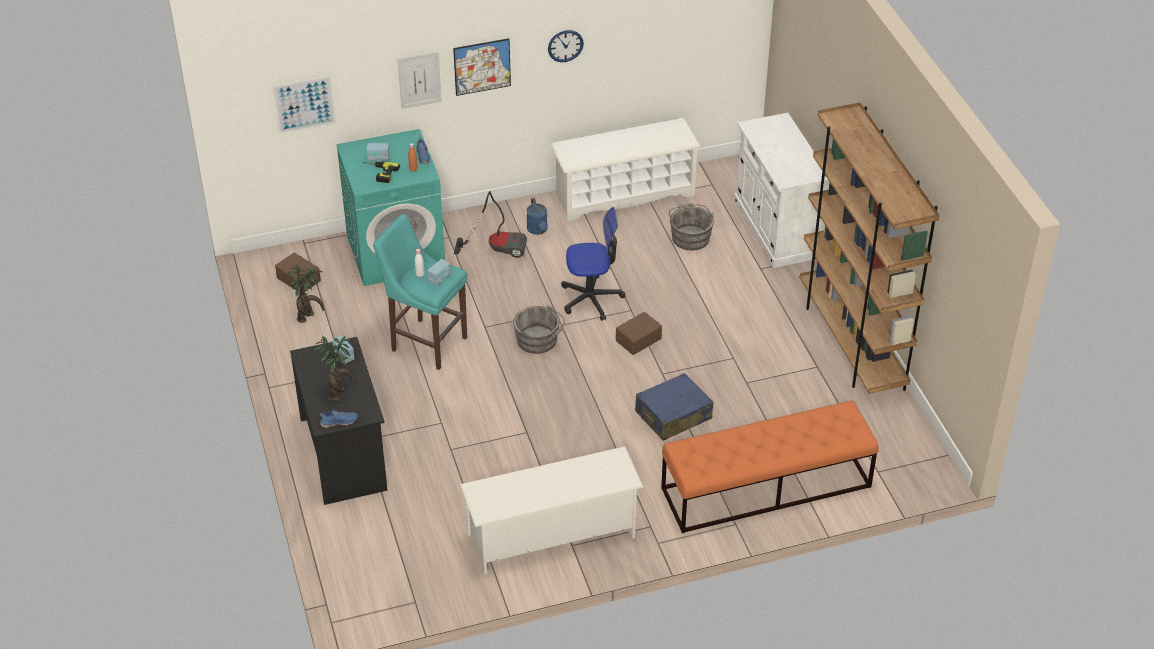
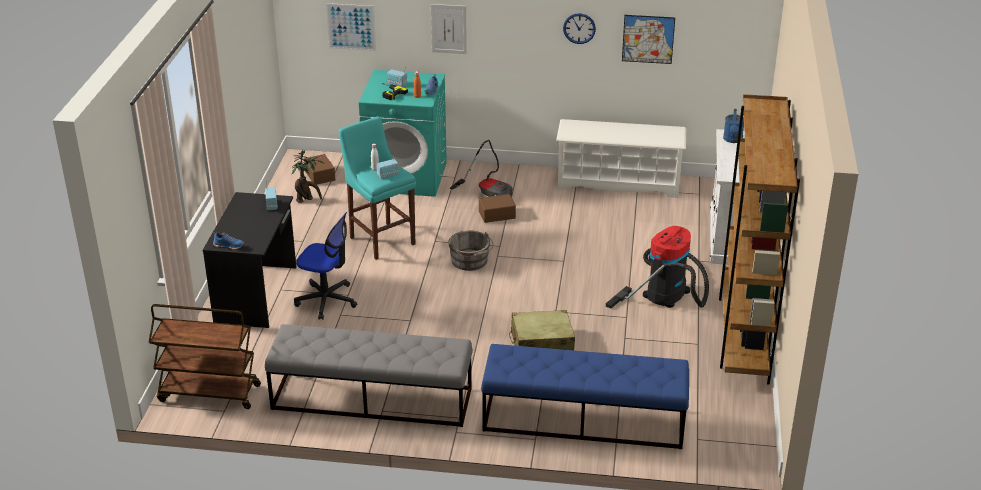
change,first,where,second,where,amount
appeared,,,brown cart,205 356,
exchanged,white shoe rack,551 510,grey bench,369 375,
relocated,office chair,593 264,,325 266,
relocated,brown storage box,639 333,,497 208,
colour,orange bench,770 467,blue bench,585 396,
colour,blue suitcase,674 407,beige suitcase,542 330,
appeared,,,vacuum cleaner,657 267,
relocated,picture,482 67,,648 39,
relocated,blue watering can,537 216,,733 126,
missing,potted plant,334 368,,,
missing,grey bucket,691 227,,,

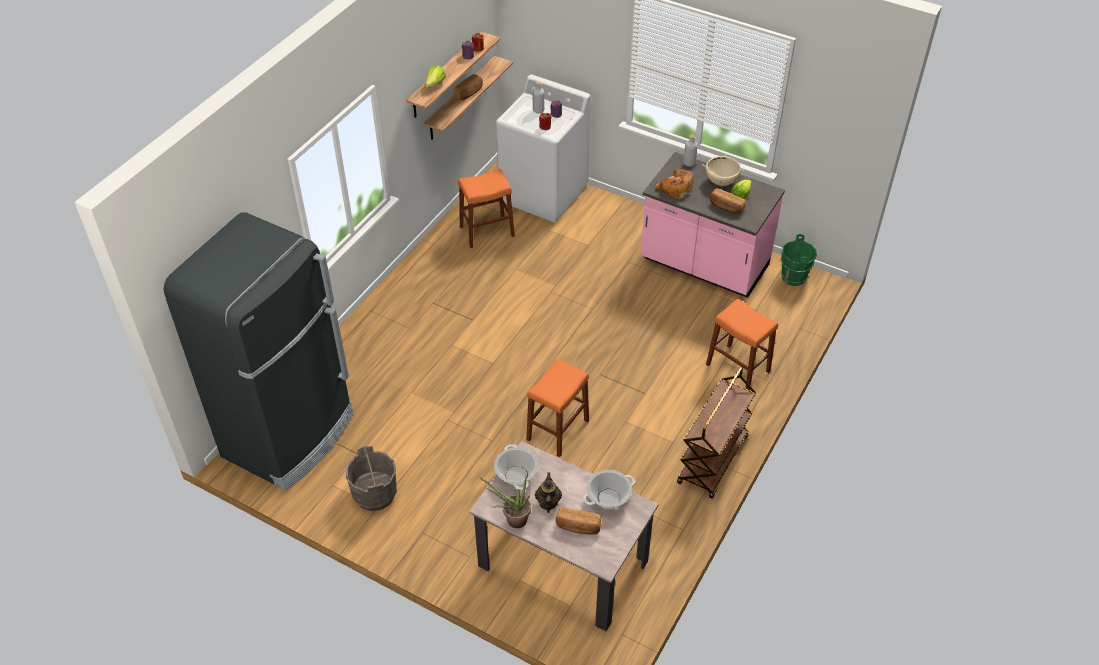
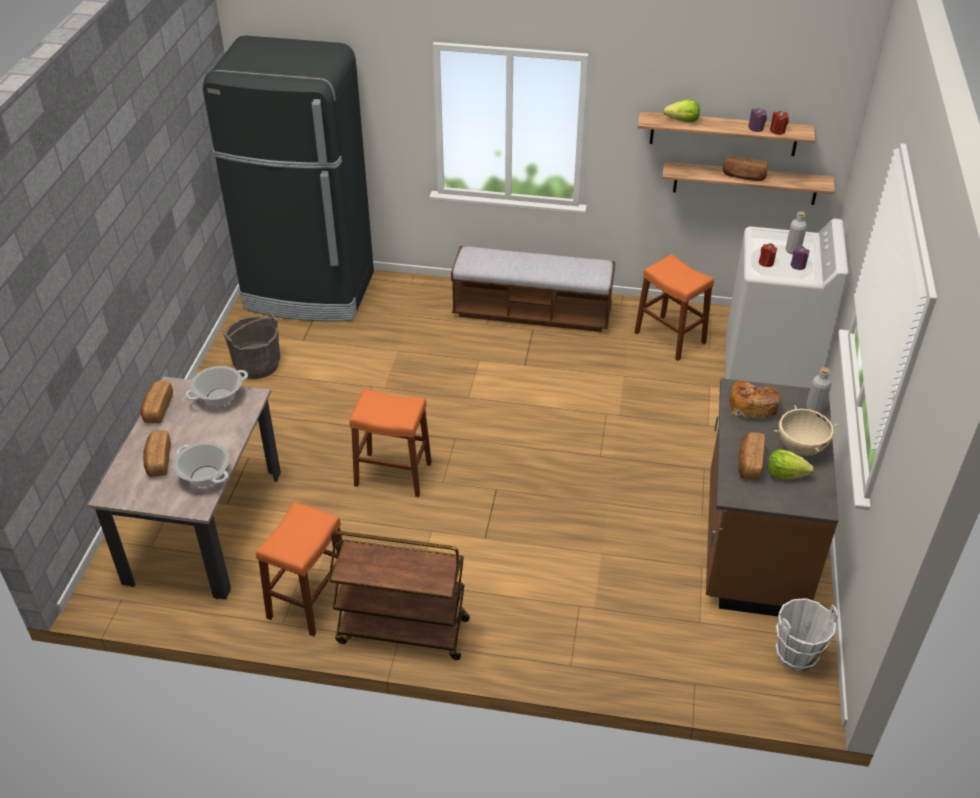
change,first,where,second,where,amount
exchanged,potted plant,505 502,bread,157 402,
relocated,orange stool,742 344,,299 569,
appeared,,,bench,533 289,
colour,pink counter,712 225,brown counter,772 497,
colour,green bucket,799 260,white bucket,807 635,
missing,teapot,548 492,,,

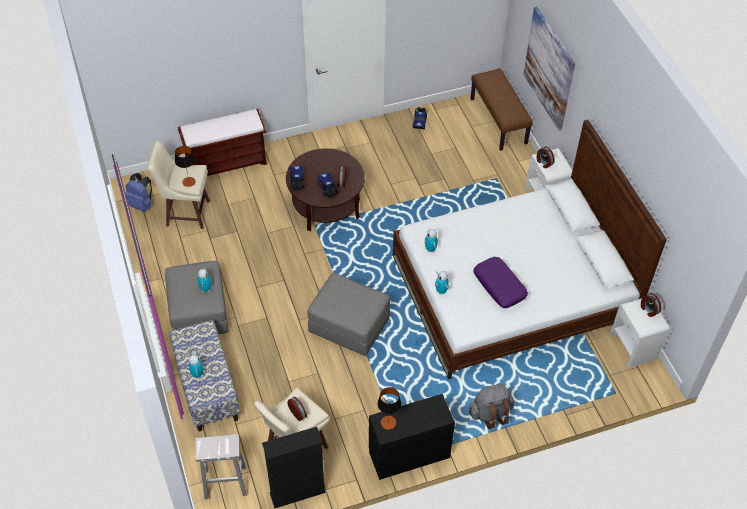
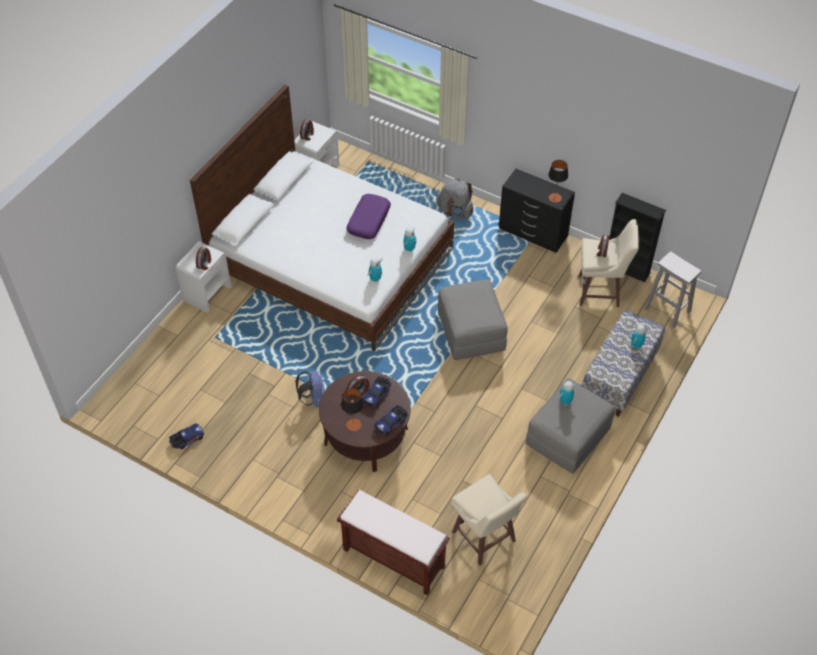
change,first,where,second,where,amount
relocated,blue backpack,138 192,,310 389,
relocated,table lamp,185 166,,352 409,
missing,brown bench,502 110,,,
missing,picture,549 69,,,

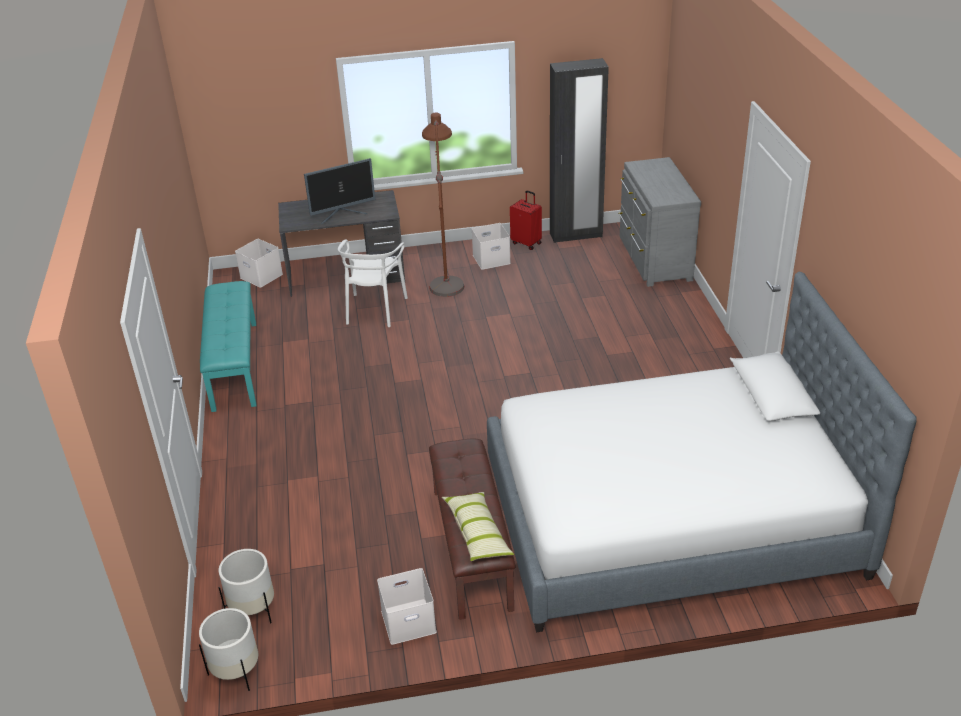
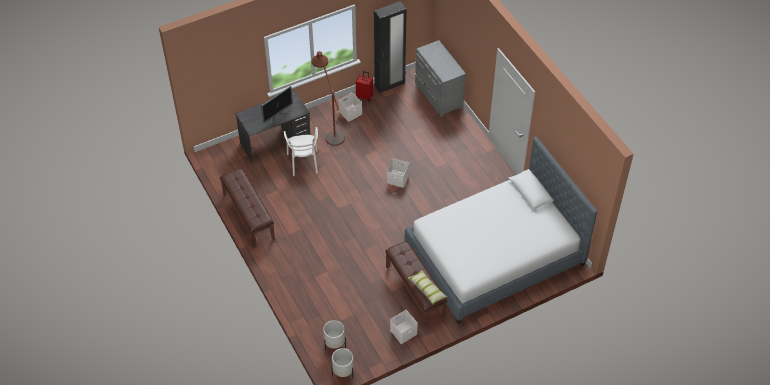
change,first,where,second,where,amount
colour,turquoise bench,228 346,brown bench,247 208,
relocated,white storage box,259 263,,398 172,

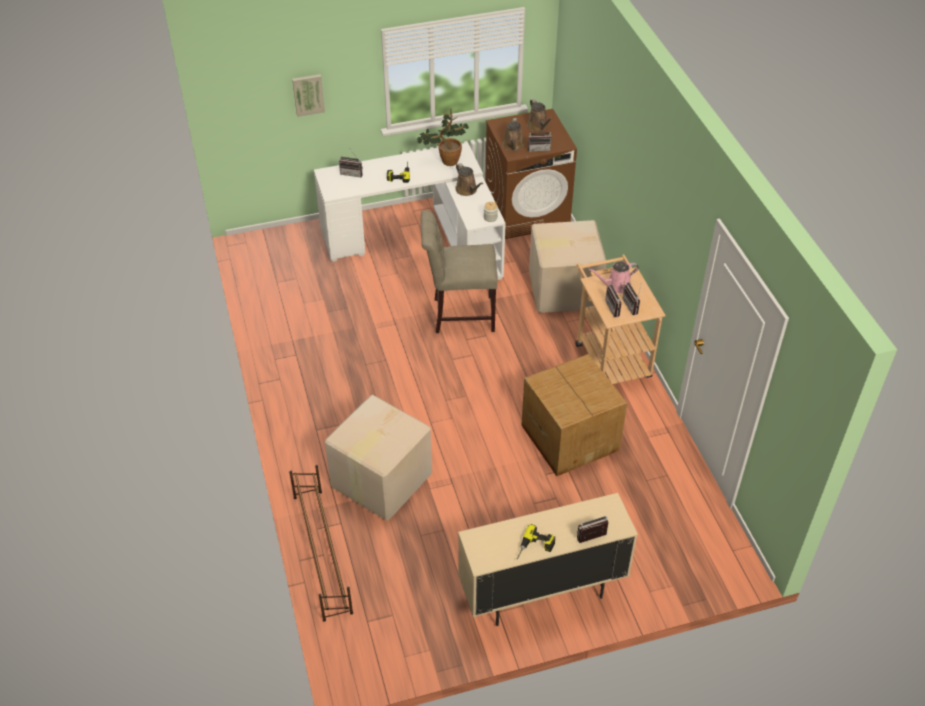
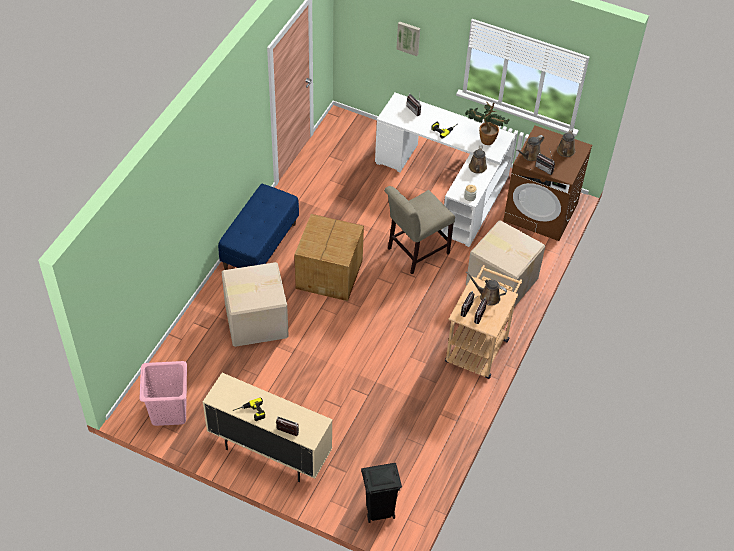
change,first,where,second,where,amount
appeared,,,pink laundry basket,163 393,
appeared,,,blue bench,258 227,
relocated,cardboard box,574 415,,329 257,
appeared,,,black trash can,381 493,
spun,beige chair,459 271,,419 230,75 degrees counterclockwise
colour,pink watering can,614 277,brown watering can,486 288,
missing,brown shoe rack,321 543,,,

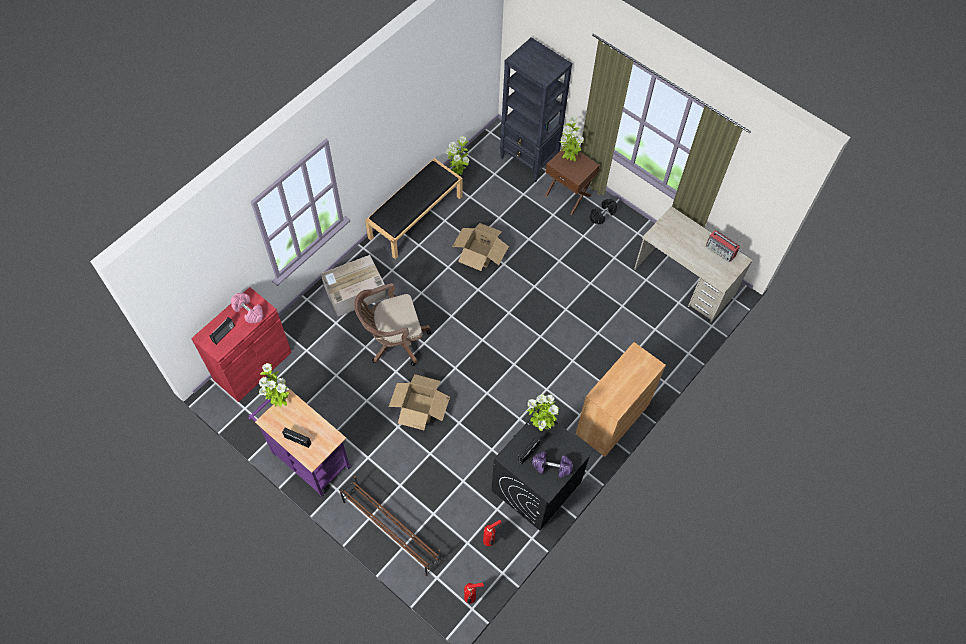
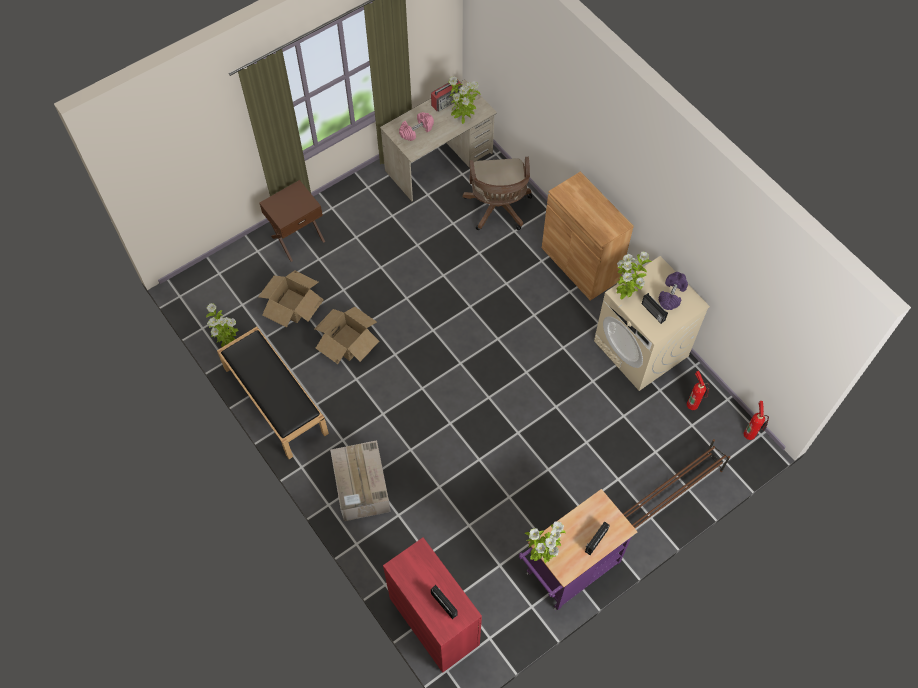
change,first,where,second,where,amount
relocated,cardboard box,419 402,,291 298,
relocated,pink dumbbell,247 308,,416 126,
relocated,potted plant,571 138,,464 100,
relocated,brown office chair,392 324,,497 193,
colour,black washing machine,542 470,beige washing machine,652 323,
missing,black bookcase,536 109,,,
missing,black dumbbell,603 211,,,

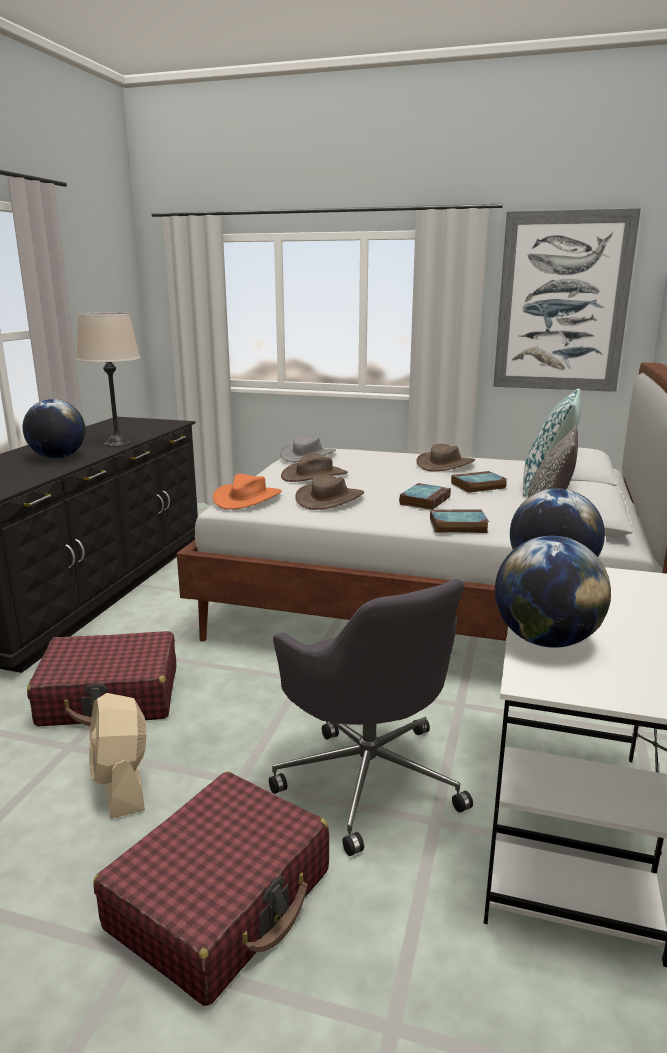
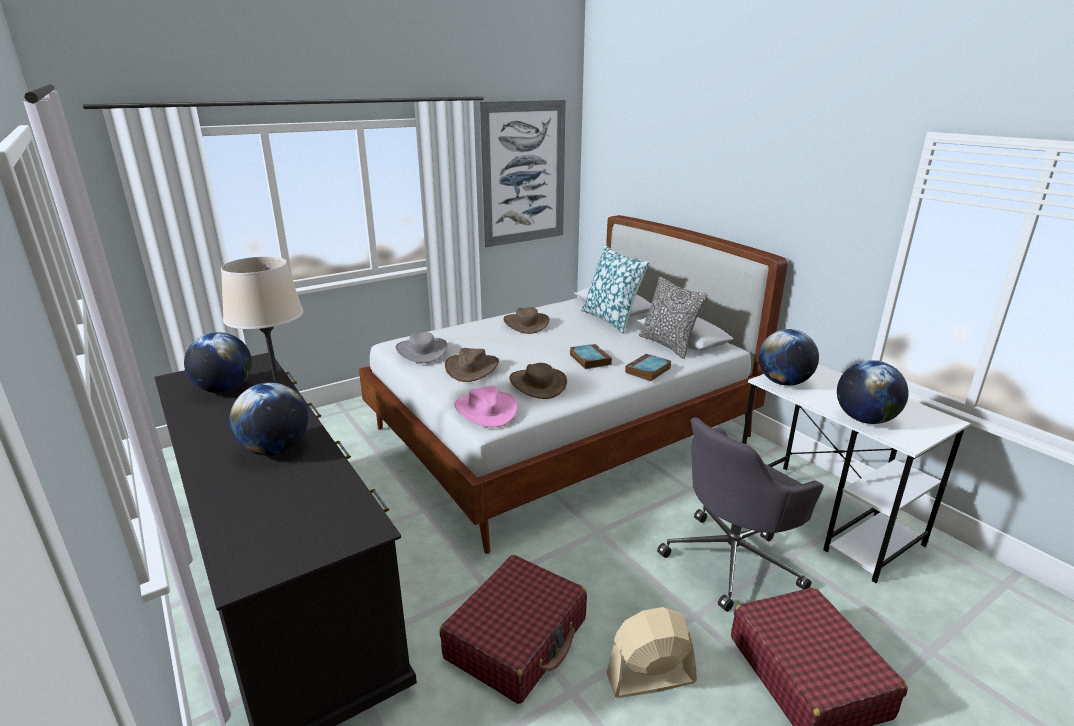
change,first,where,second,where,amount
appeared,,,globe,218 362,
colour,orange hat,247 492,pink hat,485 406,
spun,beige fan,117 756,,651 652,150 degrees clockwise
spun,grey office chair,371 717,,740 514,135 degrees clockwise
missing,book,479 482,,,

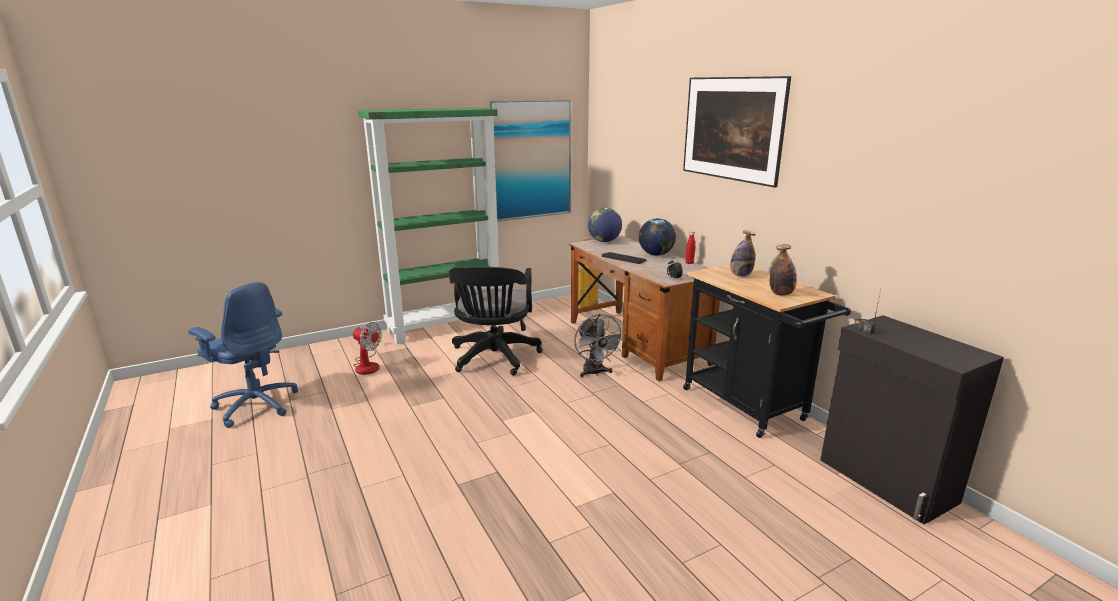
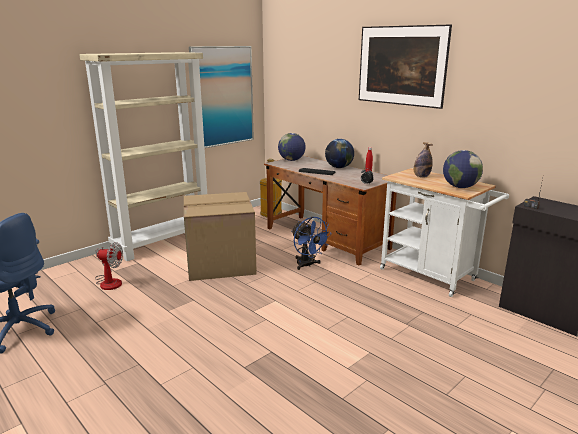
change,first,where,second,where,amount
colour,green bookcase,429 226,beige bookcase,143 156,
exchanged,black office chair,496 320,cardboard box,220 236,
colour,grey fan,599 345,blue fan,311 243,
colour,black cart,767 351,white cart,444 232,
exchanged,bottle,783 269,globe,463 169,

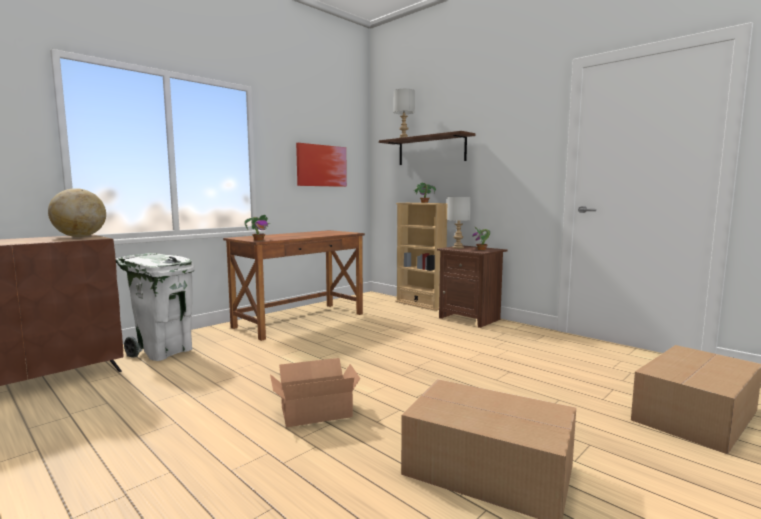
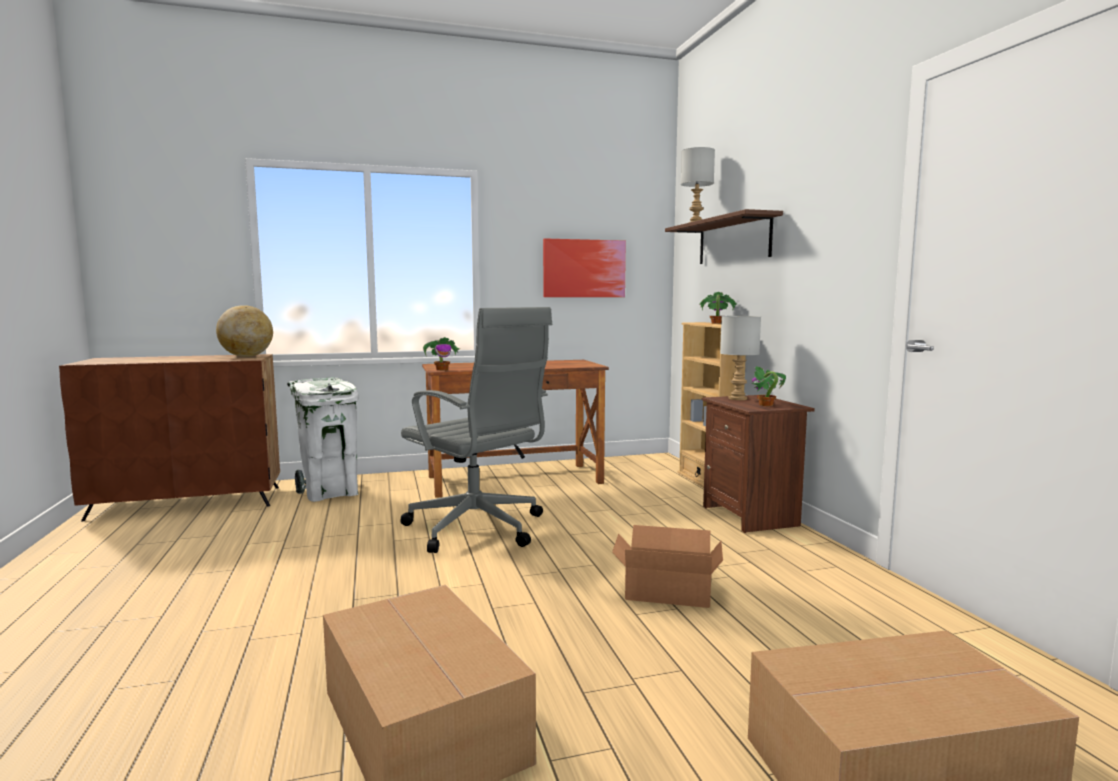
change,first,where,second,where,amount
appeared,,,grey office chair,476 430,
relocated,cardboard box,315 392,,667 566,

